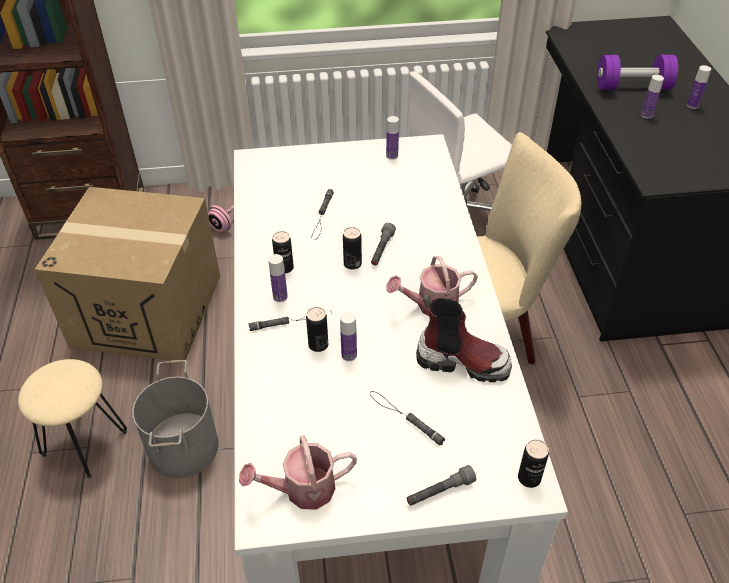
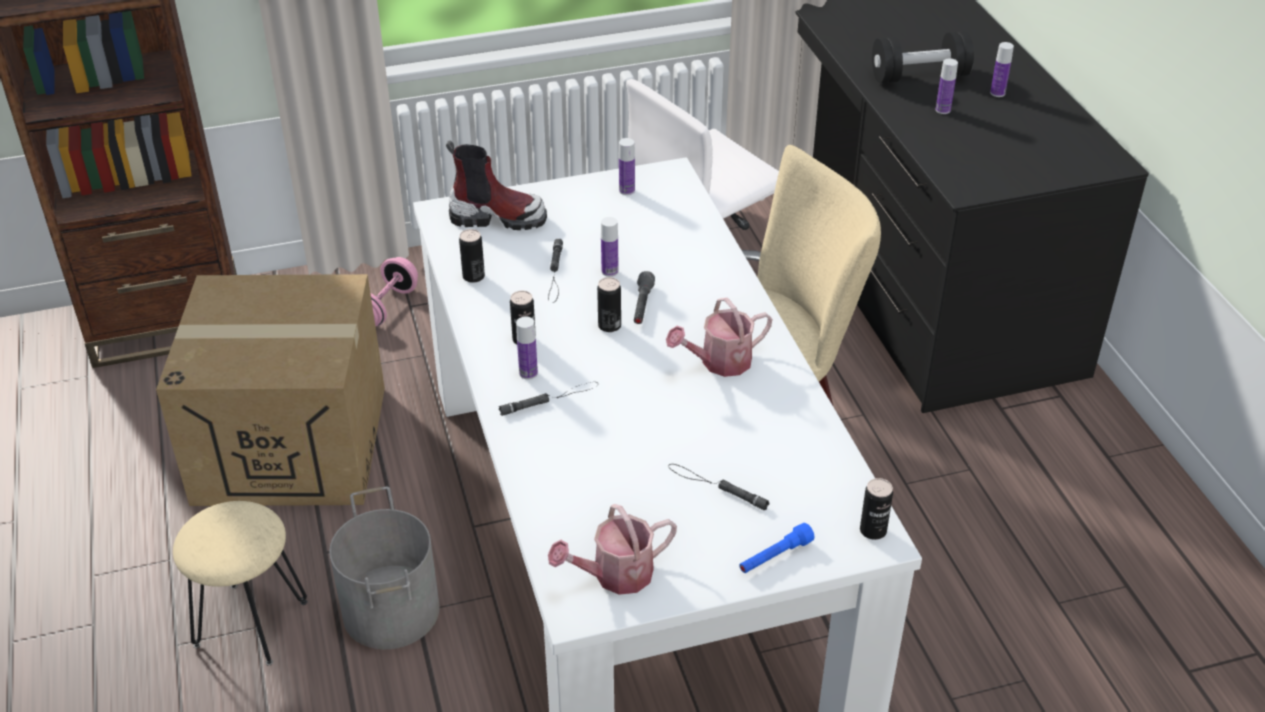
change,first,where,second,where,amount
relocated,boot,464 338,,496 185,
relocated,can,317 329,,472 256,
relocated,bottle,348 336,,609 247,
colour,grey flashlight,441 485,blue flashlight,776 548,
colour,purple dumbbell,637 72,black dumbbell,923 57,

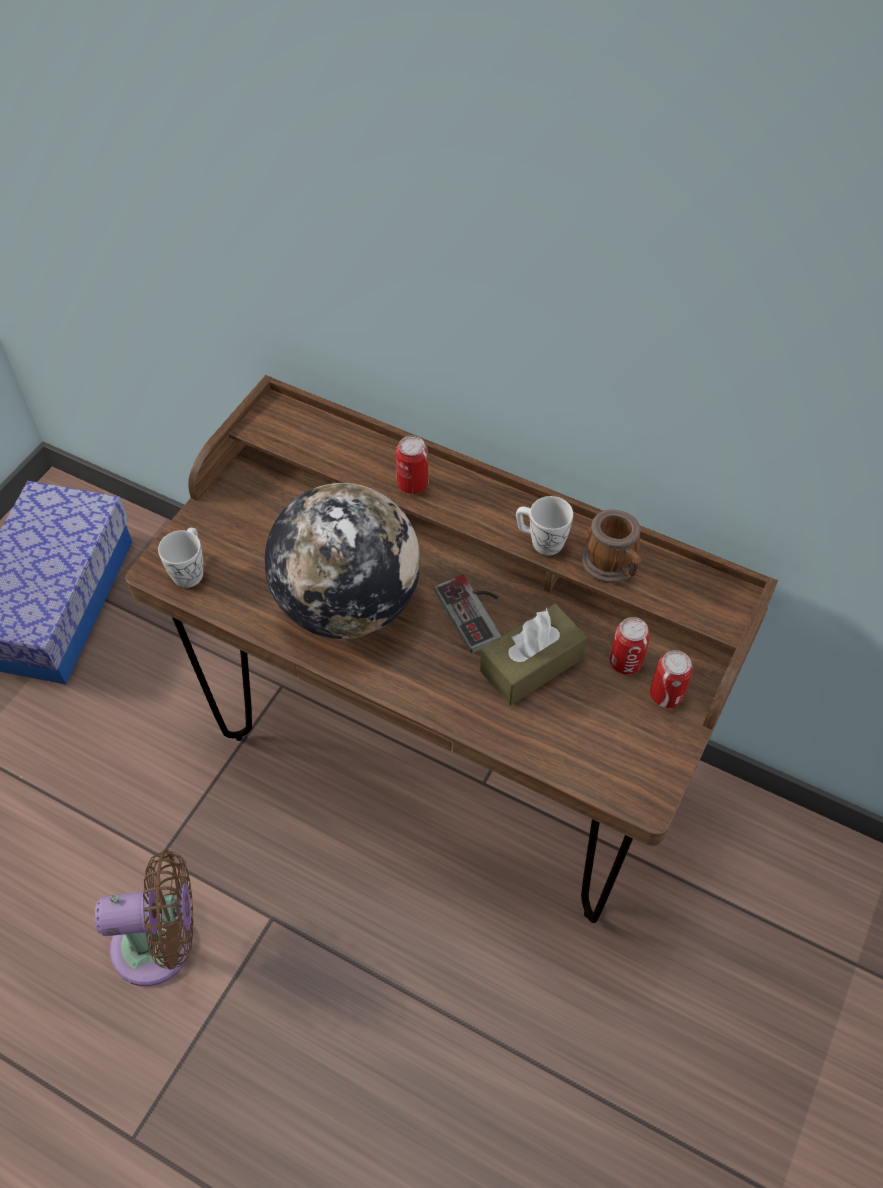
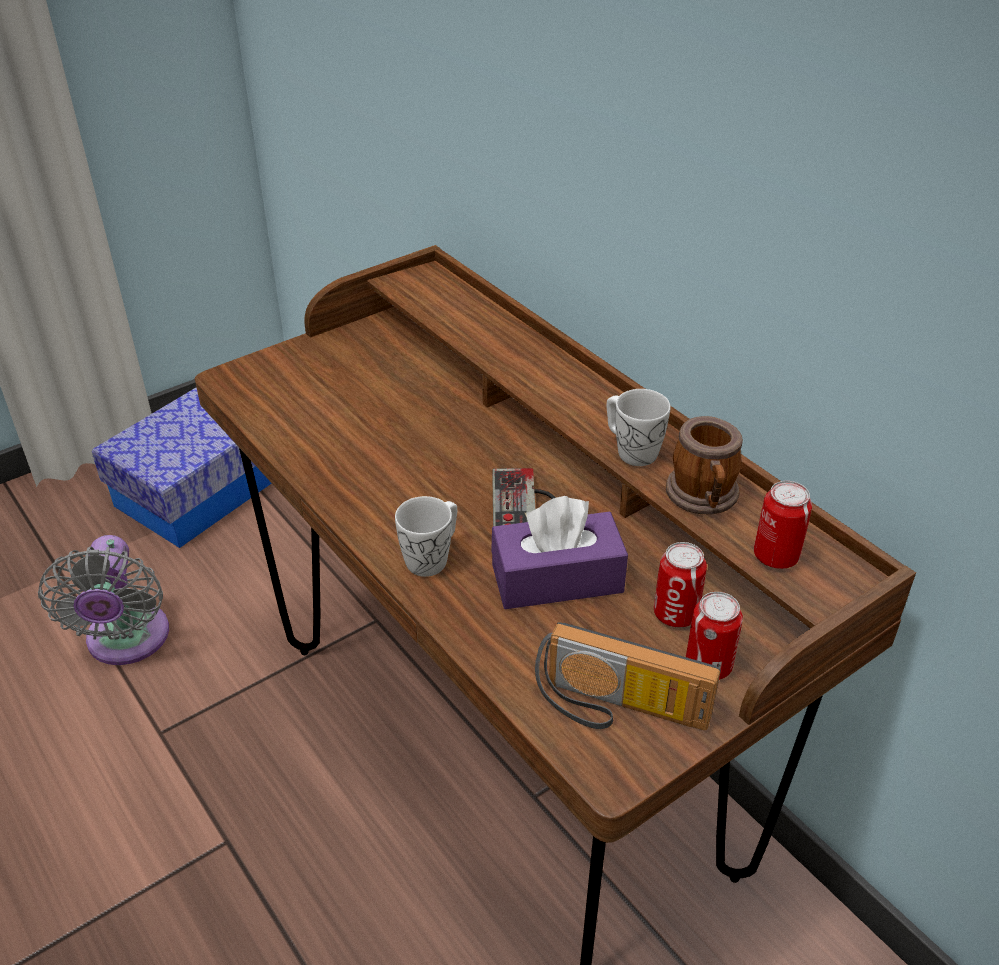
change,first,where,second,where,amount
appeared,,,grey fan,103 600,
relocated,white mug,180 558,,426 536,
colour,brown tissue box,533 654,purple tissue box,559 552,
appeared,,,radio,628 676,
relocated,can,412 465,,783 525,
missing,brown fan,144 918,,,
missing,globe,342 561,,,

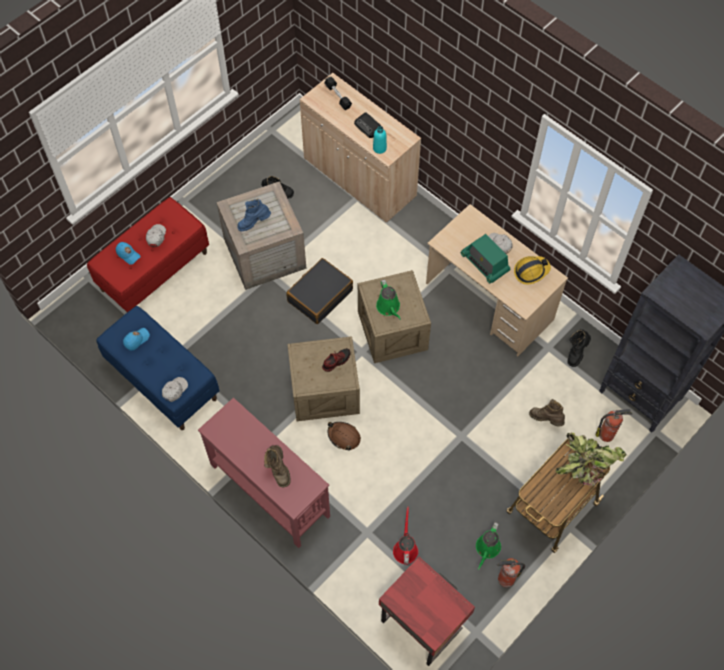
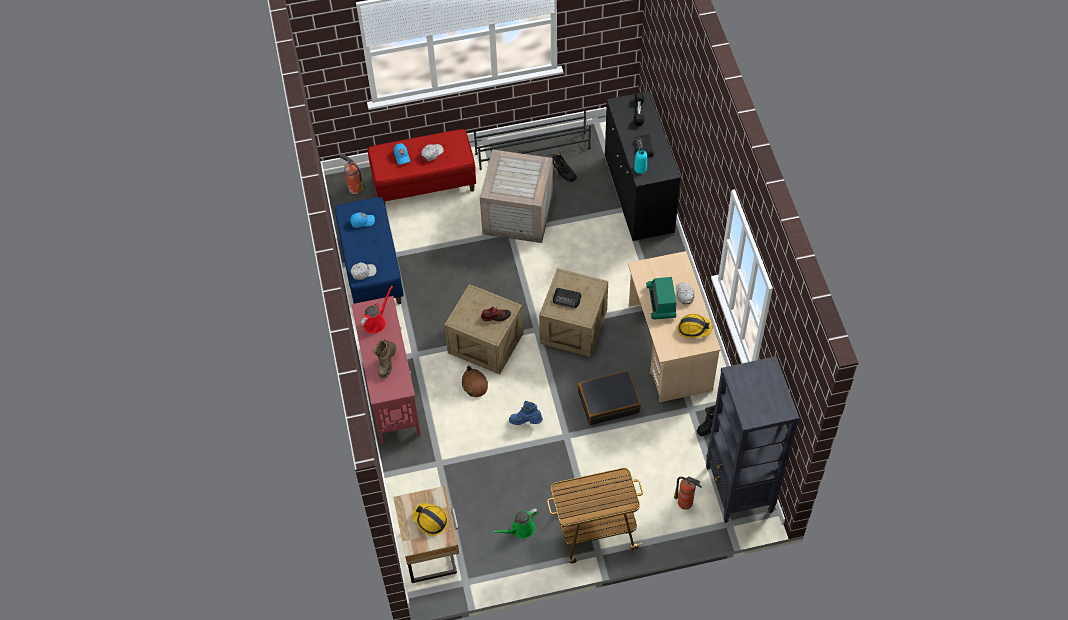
change,first,where,second,where,amount
relocated,fire extinguisher,511 573,,352 173,
relocated,red watering can,405 536,,376 310,
colour,red nightstand,427 611,beige nightstand,426 534,
appeared,,,hard hat,430 519,
appeared,,,black shoe rack,532 140,
relocated,blue boot,254 215,,526 413,
exchanged,green watering can,388 299,radio,567 298,
relocated,black suitcase,319 291,,609 397,
colour,beige cabinet,360 148,black cabinet,643 166,
missing,brown boot,547 413,,,
missing,potted plant,591 460,,,

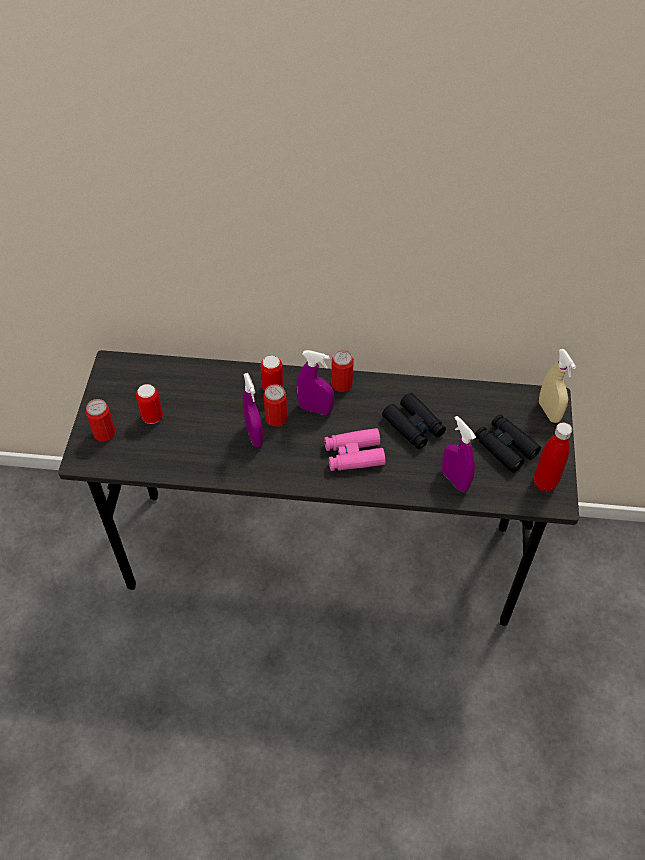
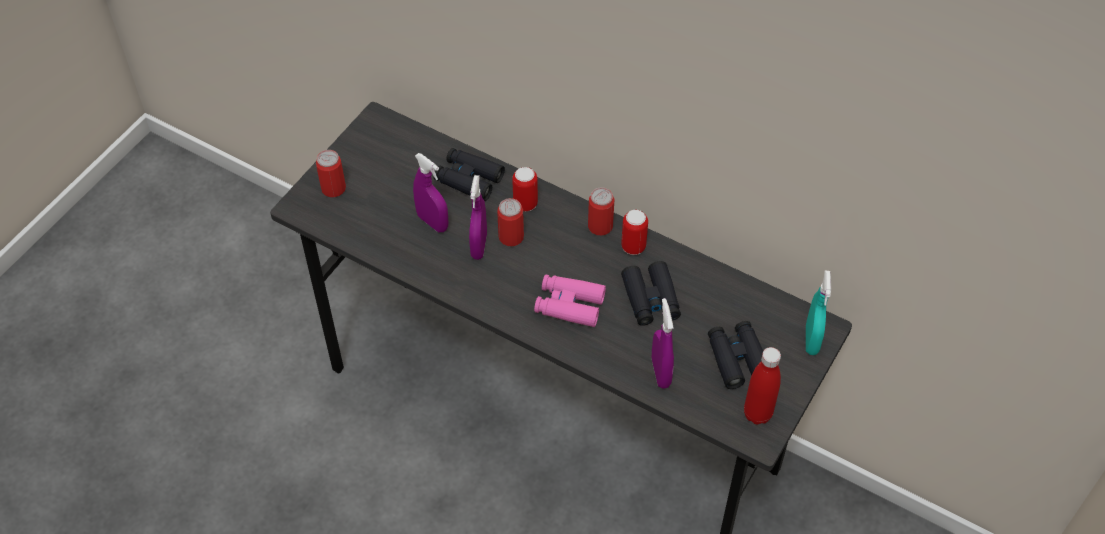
change,first,where,second,where,amount
relocated,purple spray bottle,315 382,,430 192,
appeared,,,black binoculars,469 174,
relocated,can,149 404,,634 232,
colour,beige spray bottle,557 386,turquoise spray bottle,818 313,

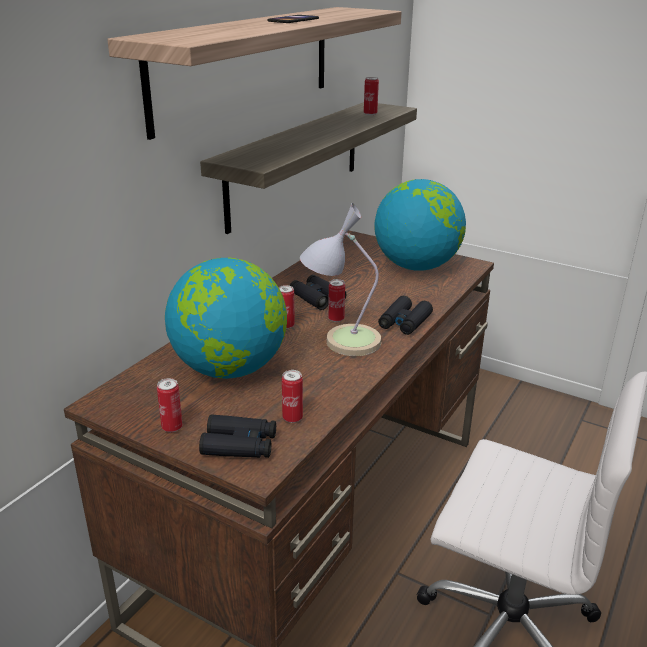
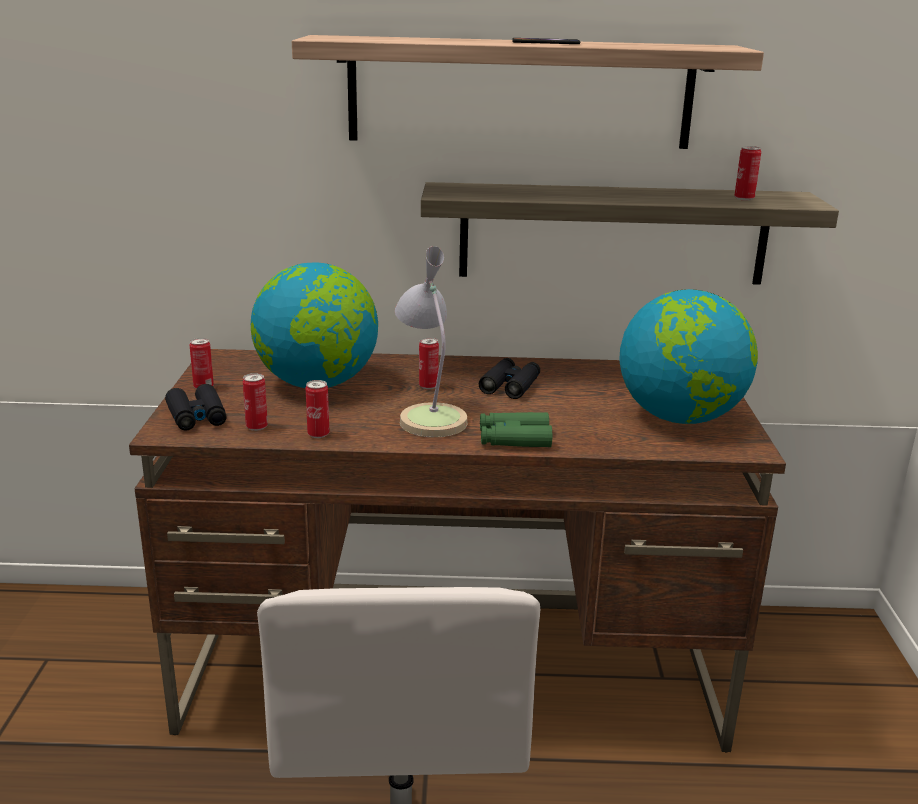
change,first,where,second,where,amount
relocated,can,336 300,,317 409,
colour,black binoculars,405 315,green binoculars,516 429,

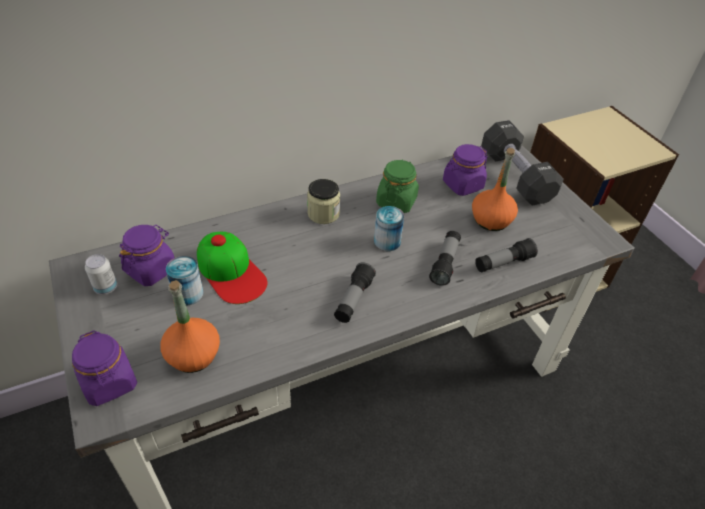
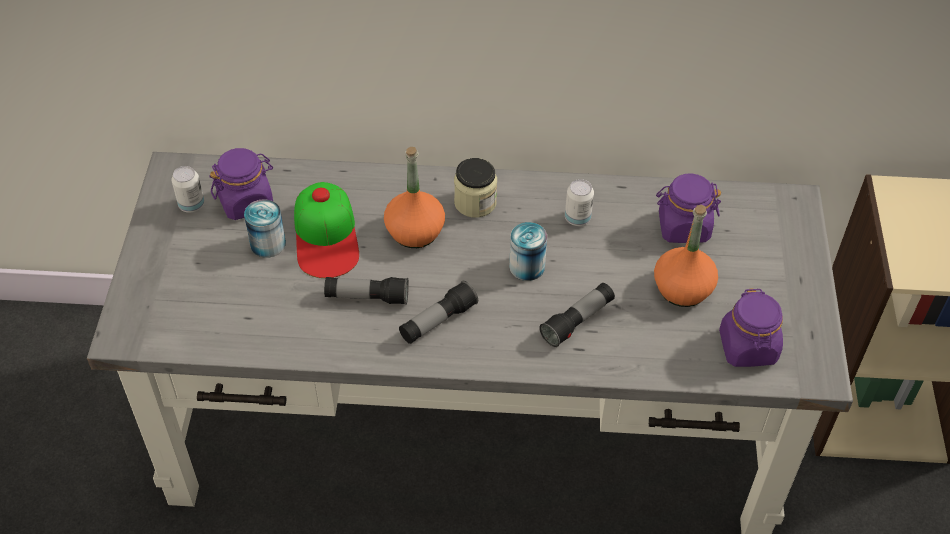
change,first,where,second,where,amount
relocated,flashlight,506 255,,366 291,
relocated,orange bottle,190 326,,414 197,
exchanged,green jar,397 186,can,579 202,
relocated,purple jar,104 368,,751 327,
missing,black dumbbell,522 163,,,

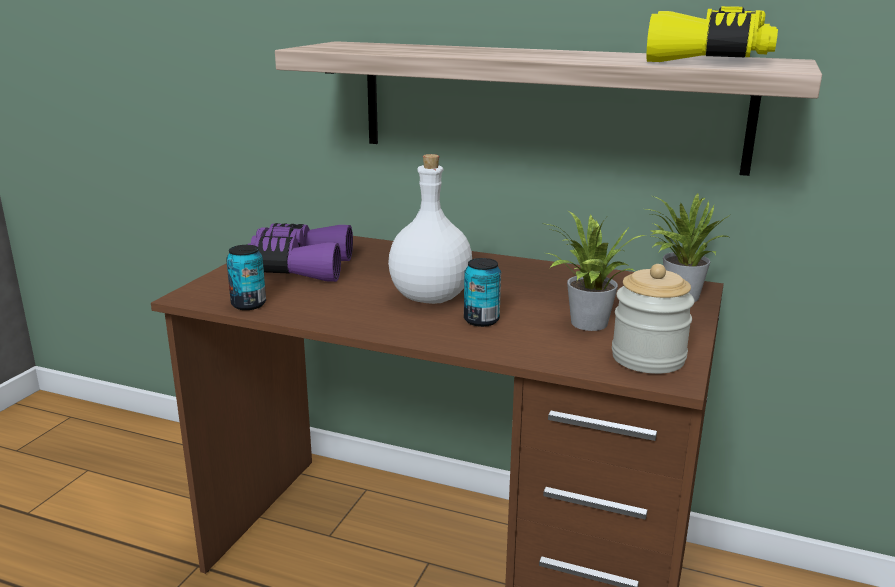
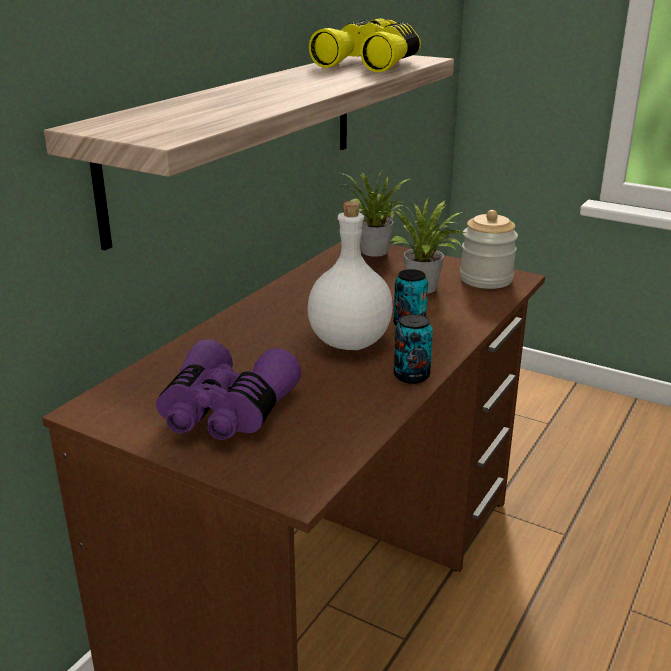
change,first,where,second,where,amount
relocated,can,246 277,,413 349,

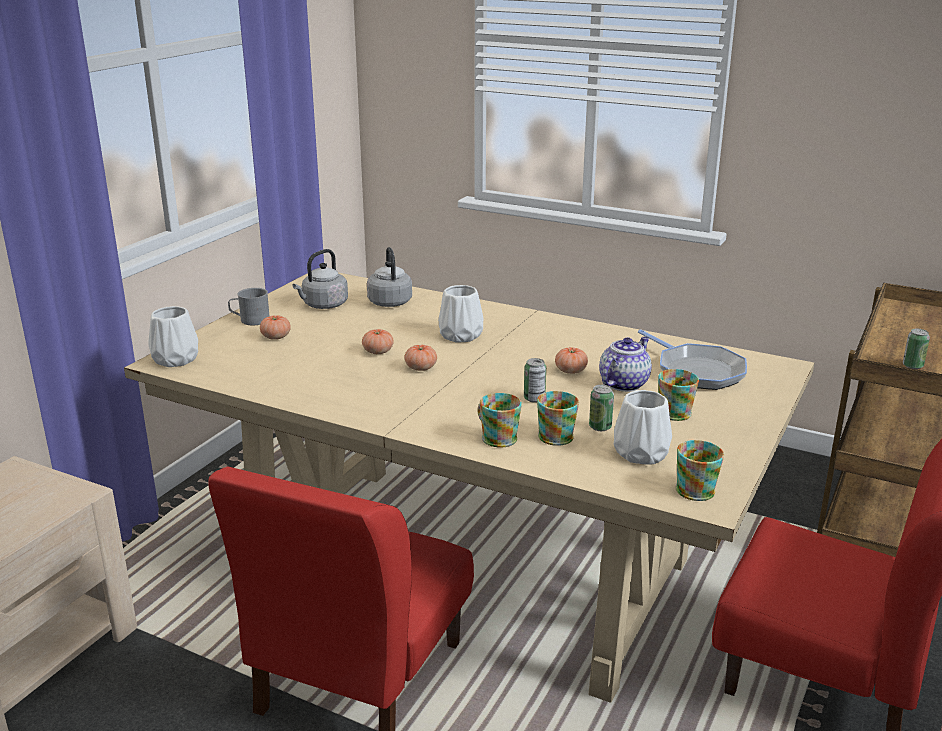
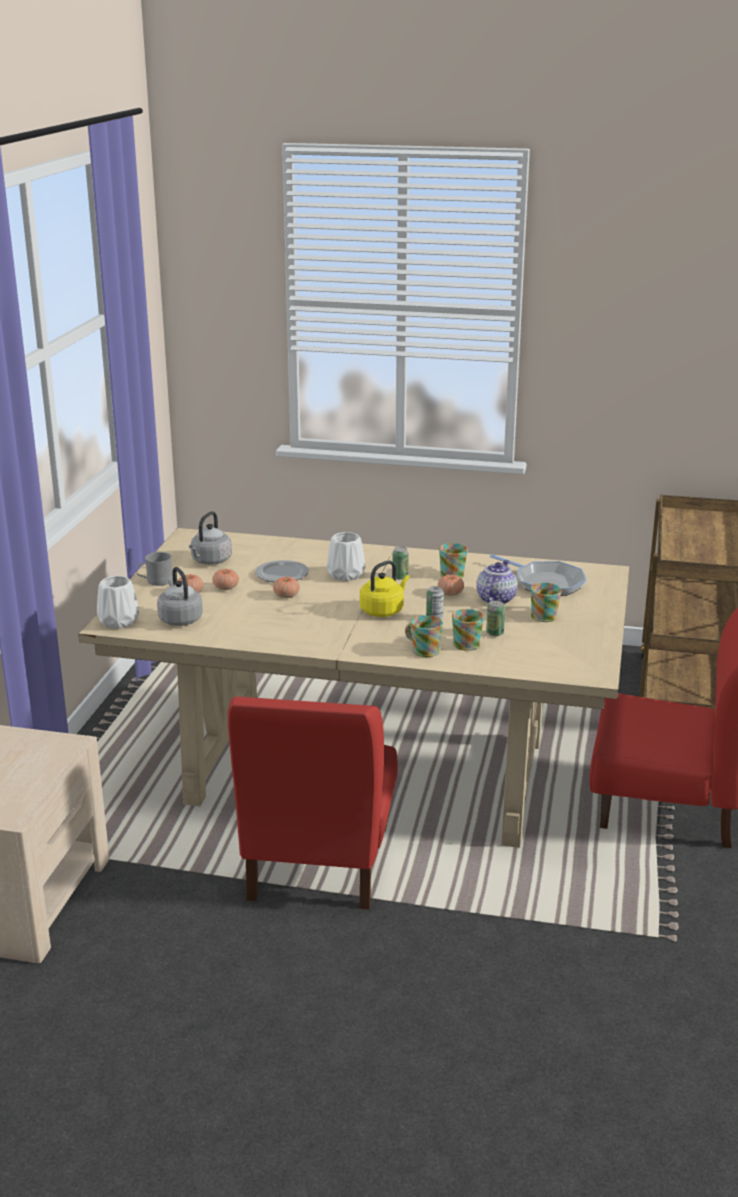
change,first,where,second,where,amount
relocated,grey kettle,389 277,,180 596,
relocated,tomato,420 358,,225 579,
appeared,,,plate,282 571,
appeared,,,yellow kettle,385 588,
relocated,can,916 349,,400 563,
relocated,mug,700 470,,453 560,
missing,white vase,643 427,,,

